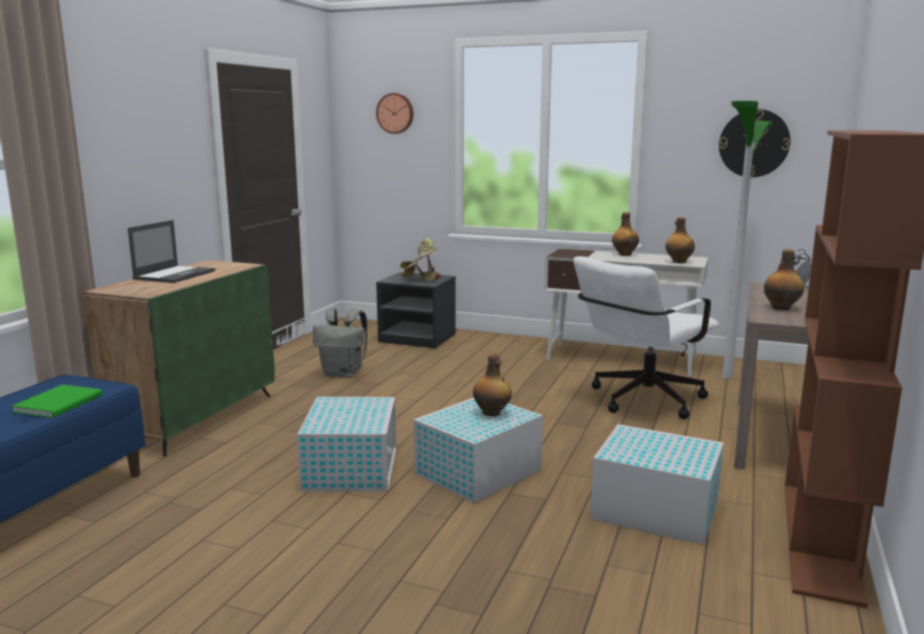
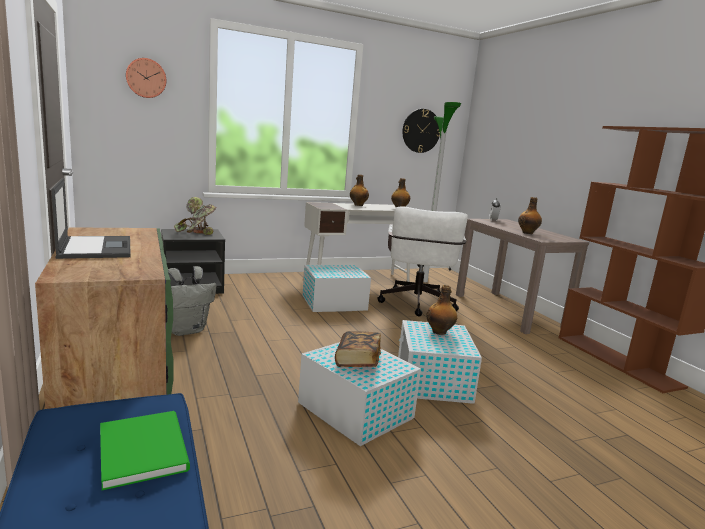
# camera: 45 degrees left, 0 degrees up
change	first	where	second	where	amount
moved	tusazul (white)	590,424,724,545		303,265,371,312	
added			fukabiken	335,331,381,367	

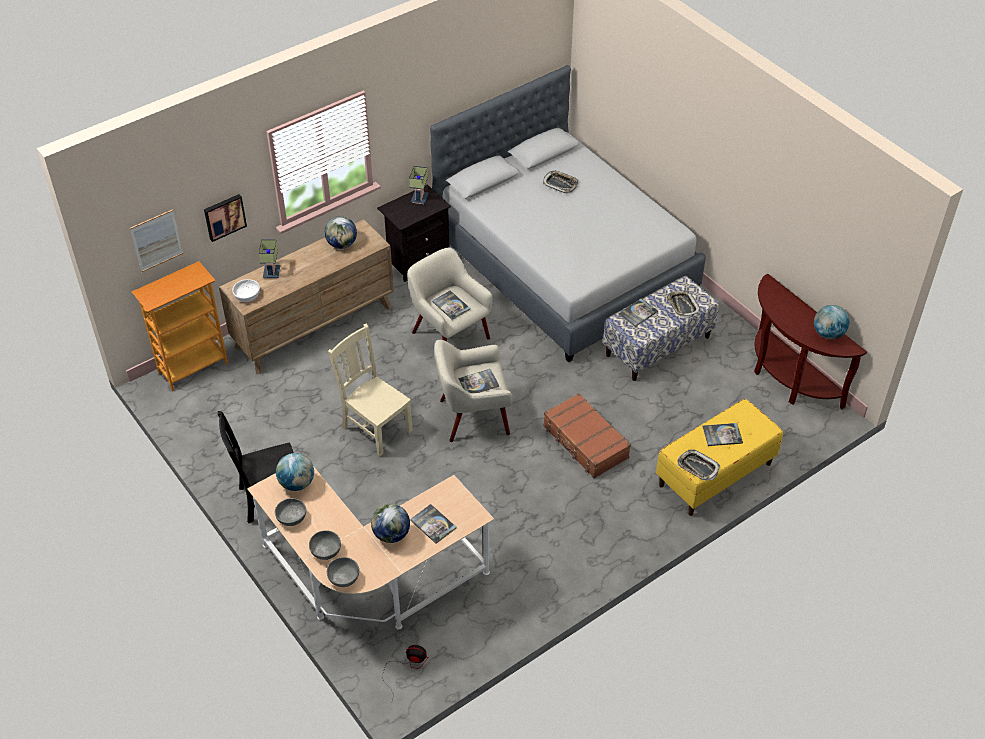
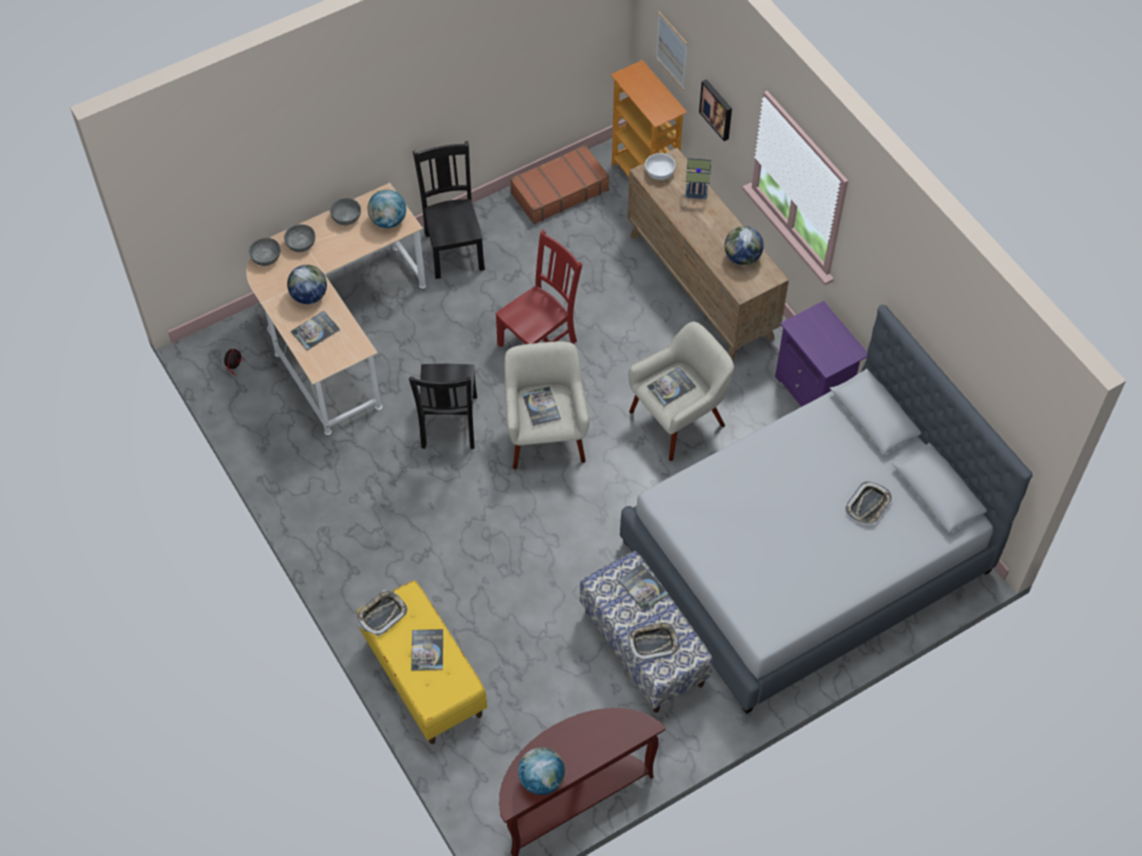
# camera: 95 degrees right, 10 degrees up
change	first	where	second	where	amount
recoloured	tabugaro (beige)	328,323,413,456	tabugaro (red)	495,230,582,347	
recoloured	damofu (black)	377,184,451,282	damofu (purple)	775,301,867,407	
removed	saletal	409,166,429,204			
moved	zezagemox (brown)	543,393,631,478		510,145,609,224	
added			tabugaro (black)	409,364,477,449	

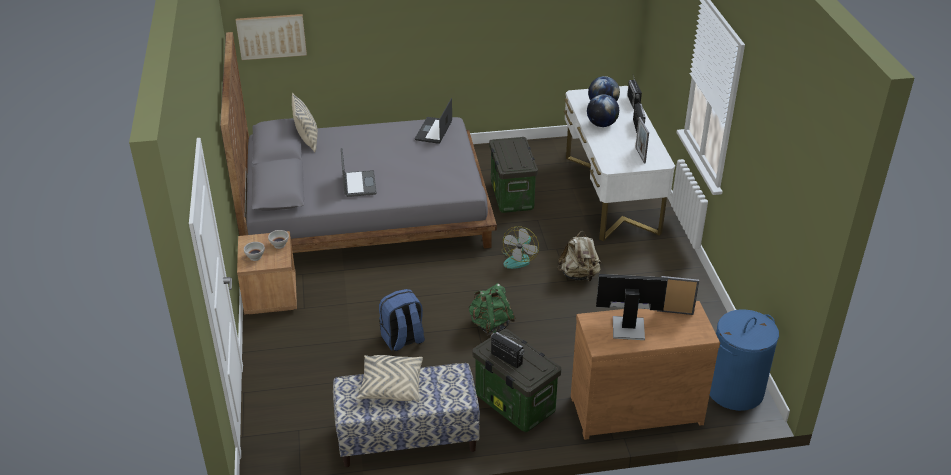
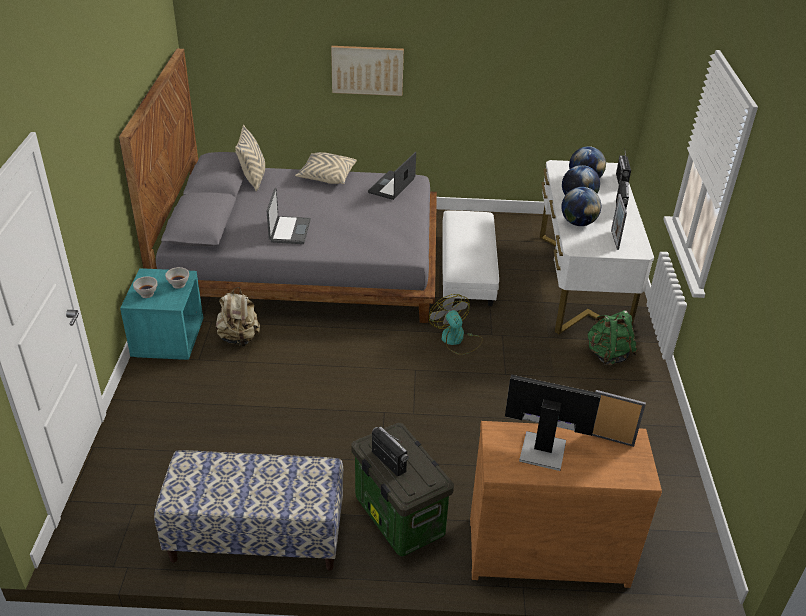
# camera: 10 degrees right, 0 degrees up
change	first	where	second	where	amount
moved	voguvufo	236,14,307,60		331,46,404,96	
recoloured	damofu (brown)	237,231,297,315	damofu (turquoise)	120,268,203,360	
moved	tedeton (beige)	356,355,423,402		295,152,357,184	
removed	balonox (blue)	379,289,425,351			
moved	balonox (green)	469,283,515,336		587,310,637,366	
replaced	tusazul	489,137,538,213	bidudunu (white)	443,211,499,306	
turned	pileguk	501,226,539,269		429,294,483,355	120 degrees clockwise
moved	balonox (beige)	557,231,601,282		216,287,260,347	
removed	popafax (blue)	710,309,779,411			
added			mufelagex	561,187,601,226	

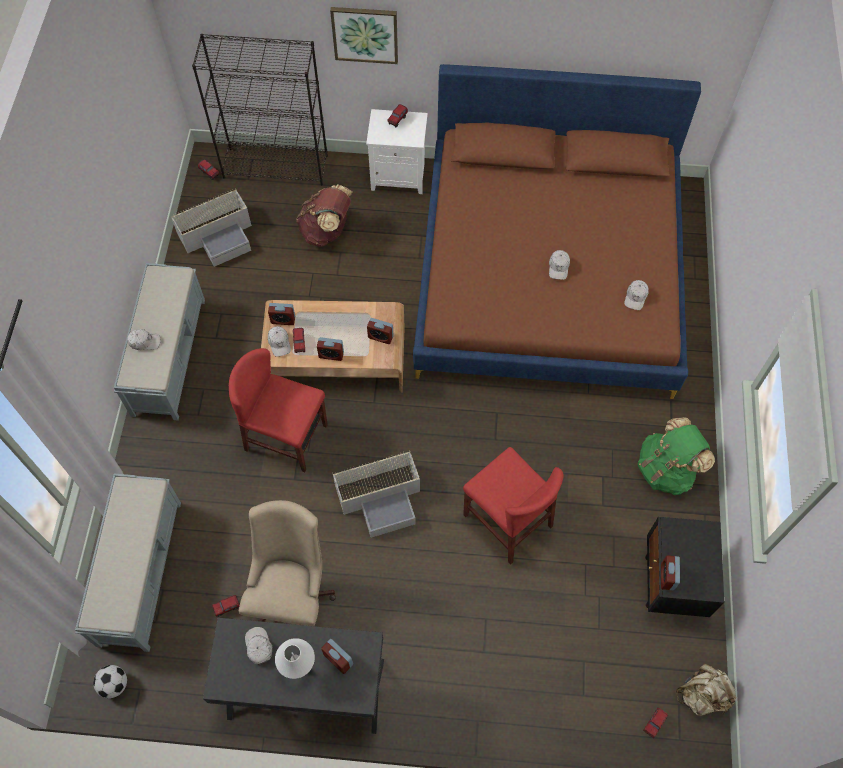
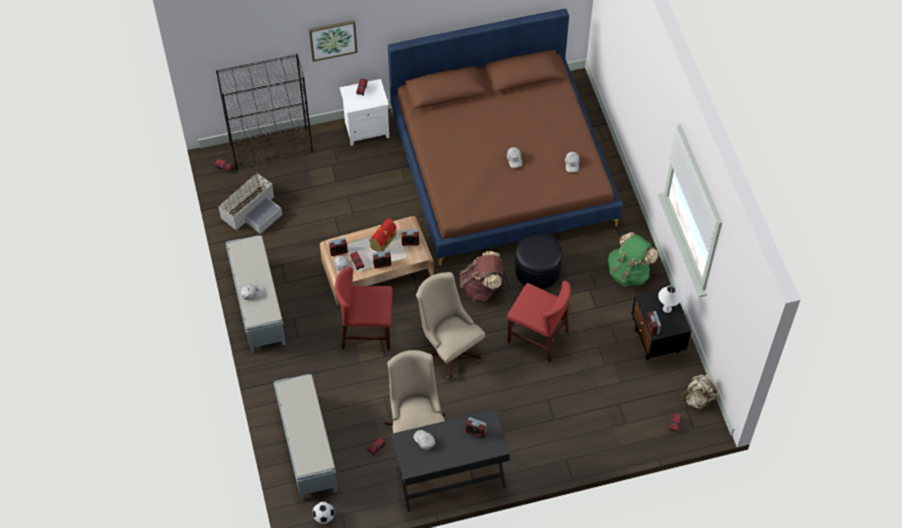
# camera: 20 degrees left, 5 degrees down
change	first	where	second	where	amount
moved	saletal (white)	275,638,315,679		658,285,682,313	
moved	balonox (brown)	296,184,353,247		460,251,503,302	
replaced	tusazul (grey)	333,450,420,538	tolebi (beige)	416,272,485,380	
added			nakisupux	369,219,397,252	
added			bidudunu (black)	515,233,562,289	

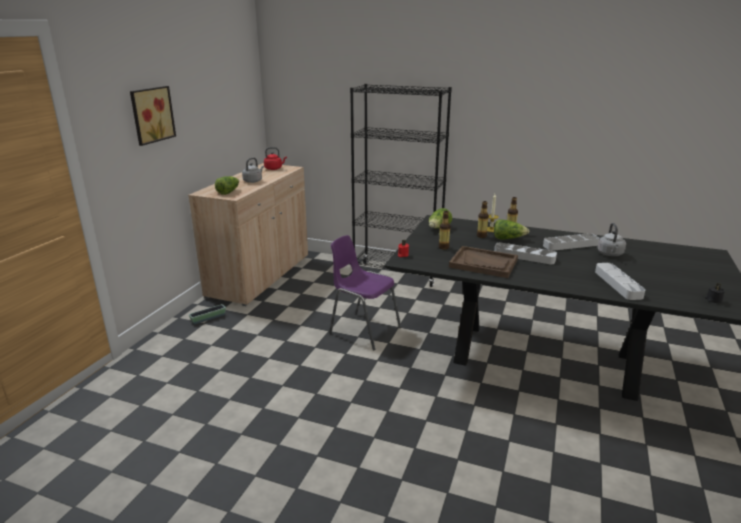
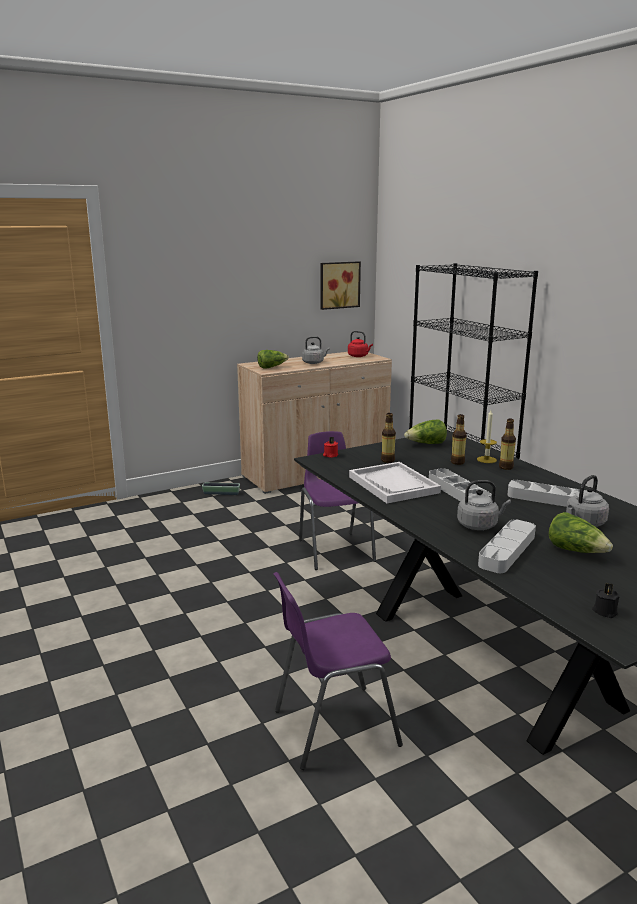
# camera: 40 degrees right, 5 degrees down
change	first	where	second	where	amount
moved	voguvufo	130,86,176,146		320,261,361,310	
recoloured	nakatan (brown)	449,246,518,278	nakatan (white)	349,462,441,503	
moved	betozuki	494,219,530,239		549,512,613,553	
added			tabugaro (purple)	273,572,403,770	
added			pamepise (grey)	457,480,511,530	

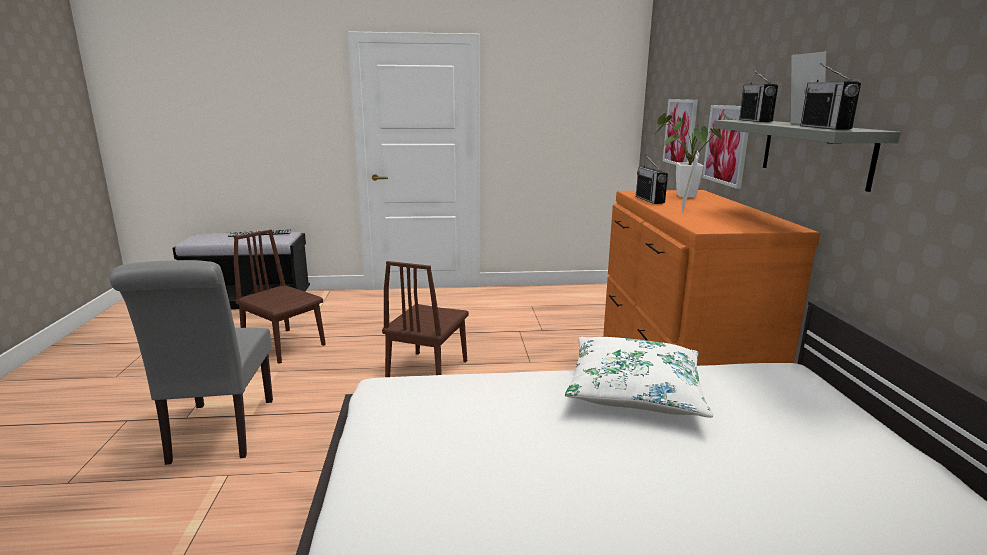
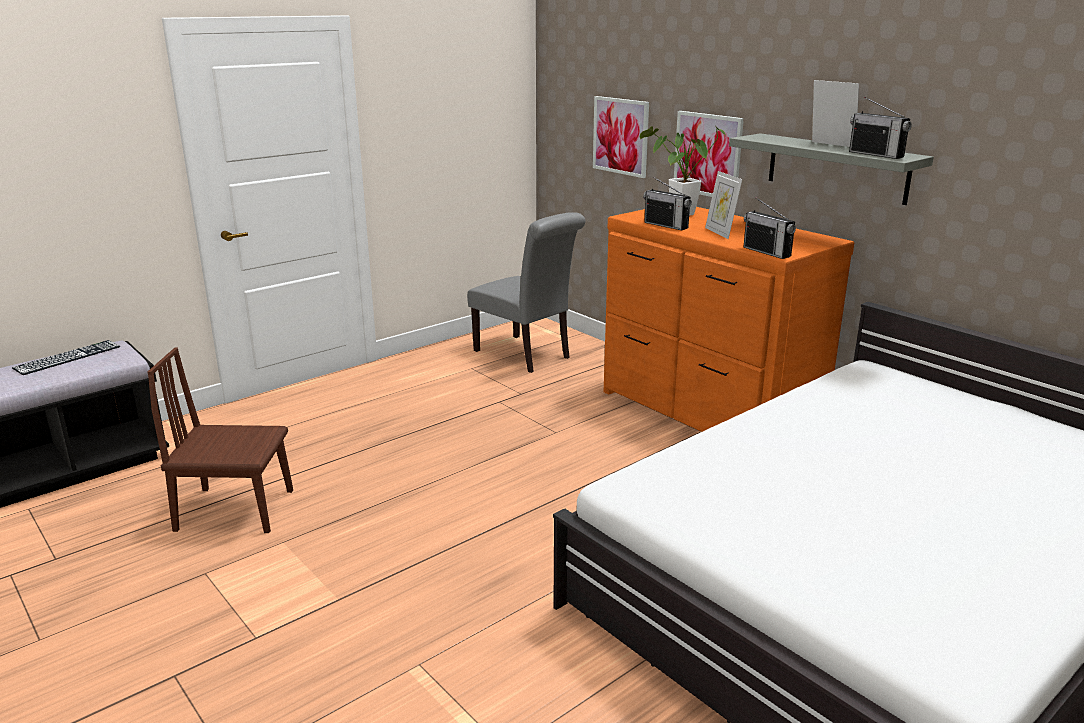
# camera: 35 degrees left, 5 degrees up
change	first	where	second	where	amount
moved	tabugaro (grey)	109,260,273,465		467,212,585,373	
removed	tabugaro (brown)	382,261,469,377			
removed	tedeton (white)	565,337,713,418			
moved	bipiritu	739,69,778,122		744,197,796,259	

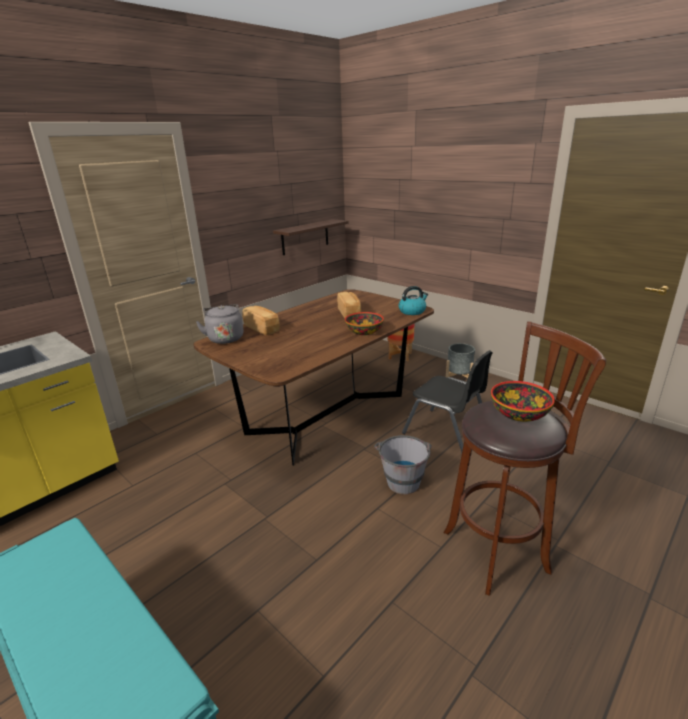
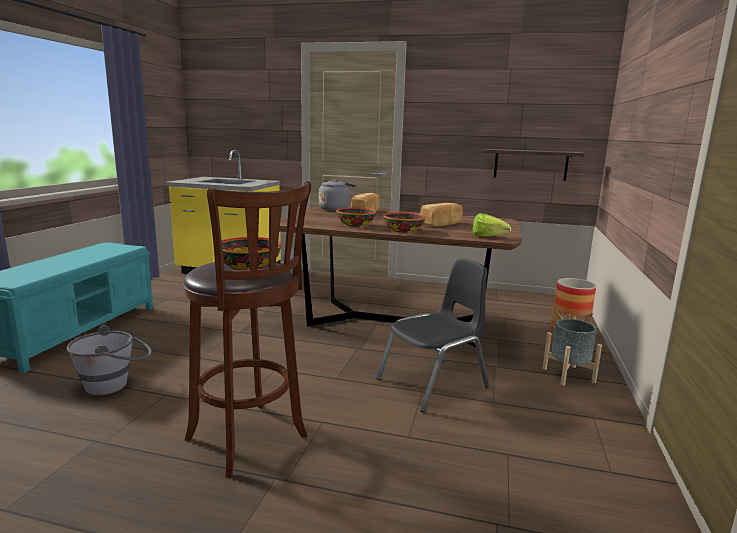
# camera: 60 degrees right, 10 degrees down
change	first	where	second	where	amount
moved	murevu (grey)	374,435,432,494		67,325,152,395	
replaced	pamepise	398,286,428,315	betozuki	472,213,511,237	
turned	tabugaro (black)	402,350,493,453		376,258,489,412	135 degrees counterclockwise
added			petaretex	336,207,376,227	

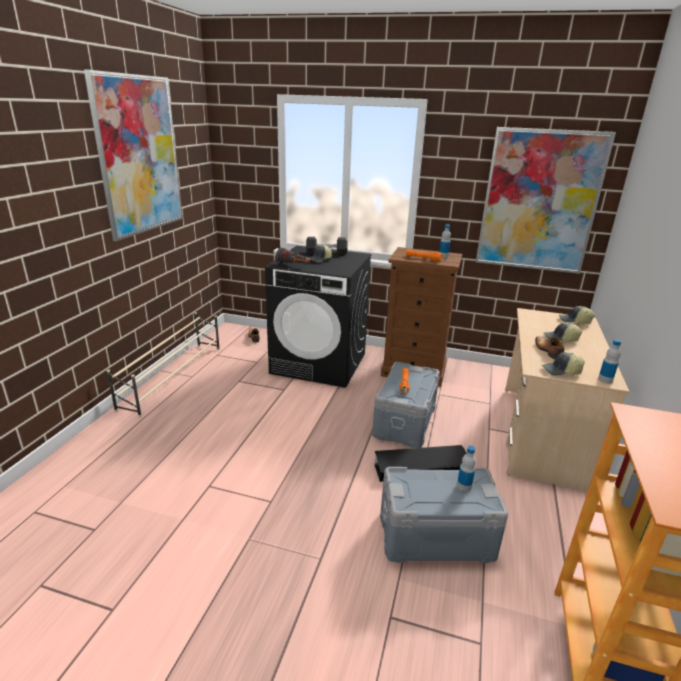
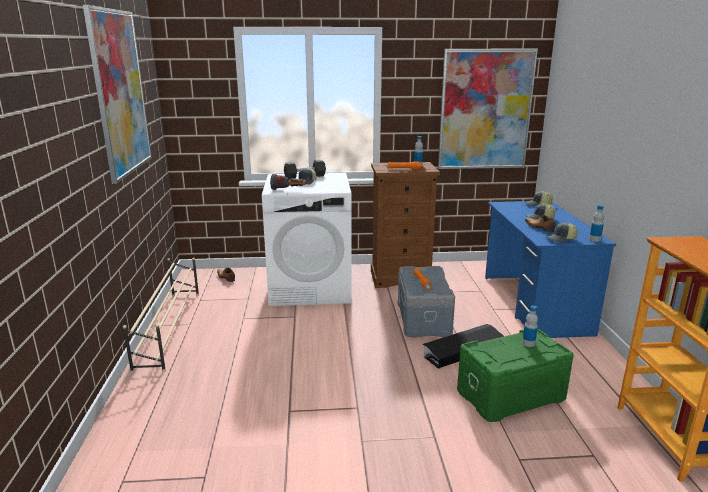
# camera: 20 degrees left, 5 degrees down
change	first	where	second	where	amount
recoloured	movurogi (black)	265,246,372,388	movurogi (white)	262,173,352,306	
recoloured	tusazul (grey)	380,467,508,563	tusazul (green)	457,328,574,422	
recoloured	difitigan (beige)	505,308,630,491	difitigan (blue)	485,201,616,338	

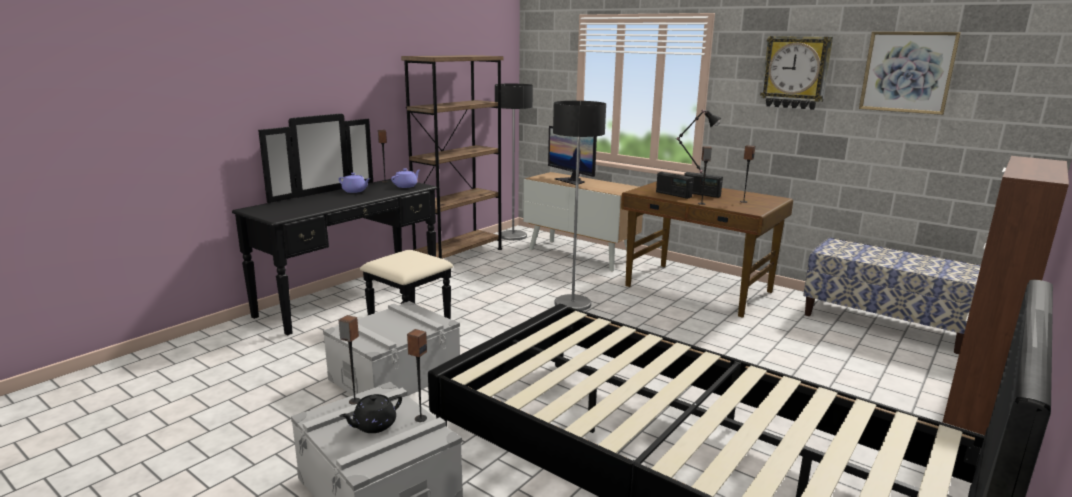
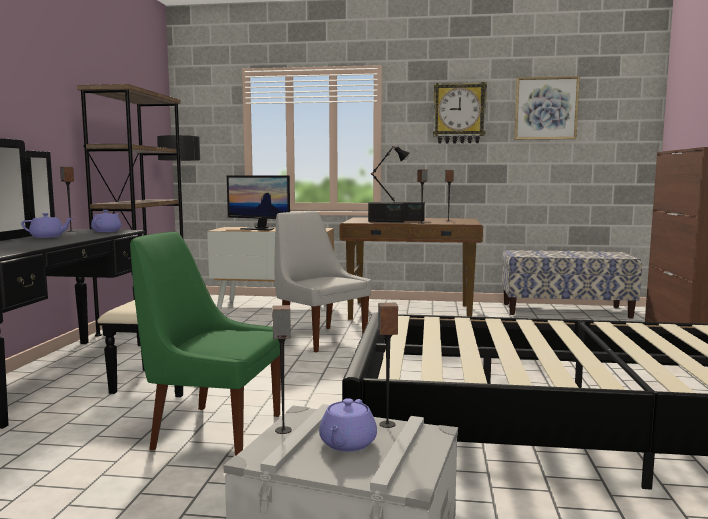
# camera: 30 degrees left, 10 degrees down
change	first	where	second	where	amount
replaced	tusazul (grey)	323,301,460,396	tabugaro (green)	130,231,281,456	
recoloured	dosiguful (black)	340,394,402,433	dosiguful (purple)	319,398,377,452	
replaced	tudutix	553,101,606,311	tabugaro (white)	274,211,372,353	

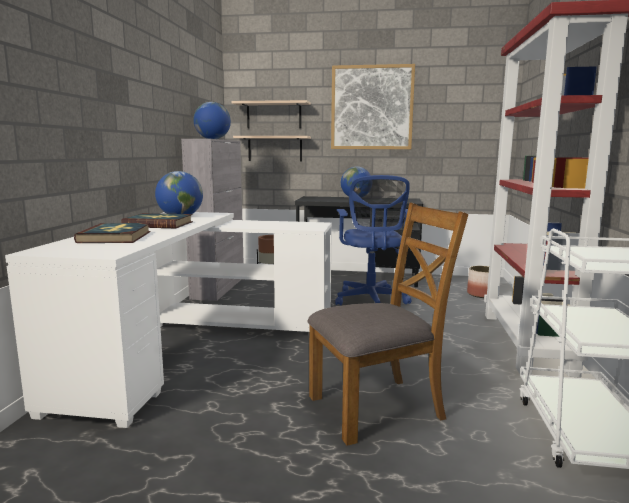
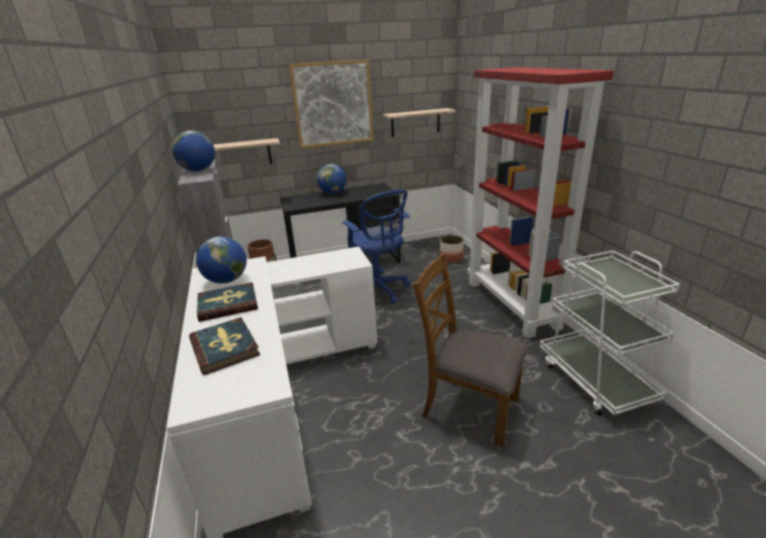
# camera: 25 degrees left, 15 degrees up
change	first	where	second	where	amount
moved	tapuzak	232,100,311,128		383,108,456,137	
turned	tabugaro (brown)	308,202,469,446		413,253,527,447	105 degrees counterclockwise

